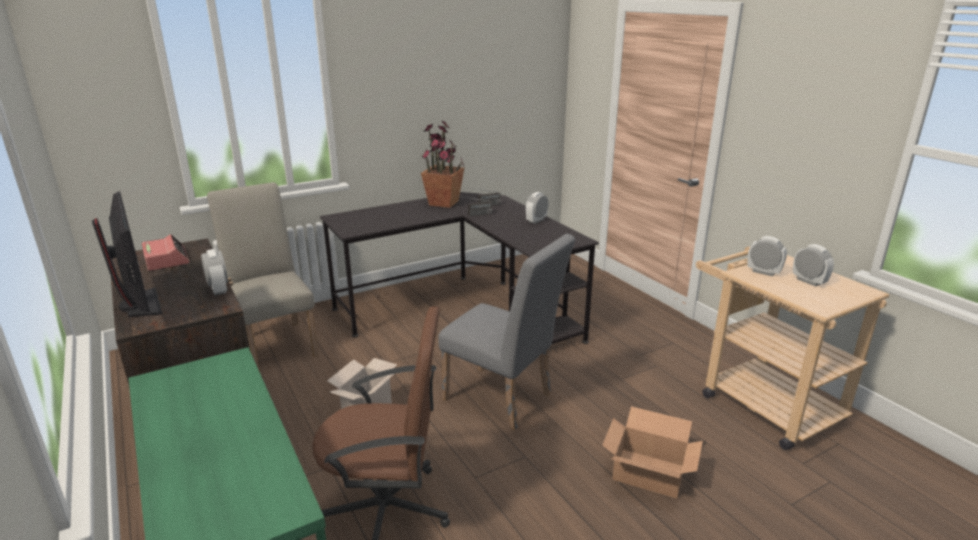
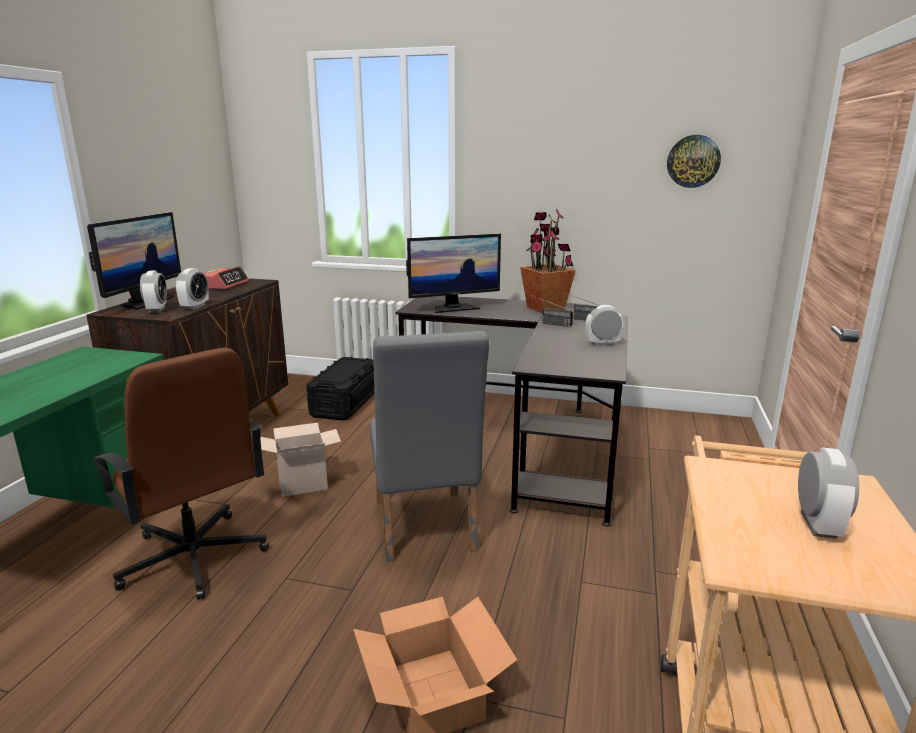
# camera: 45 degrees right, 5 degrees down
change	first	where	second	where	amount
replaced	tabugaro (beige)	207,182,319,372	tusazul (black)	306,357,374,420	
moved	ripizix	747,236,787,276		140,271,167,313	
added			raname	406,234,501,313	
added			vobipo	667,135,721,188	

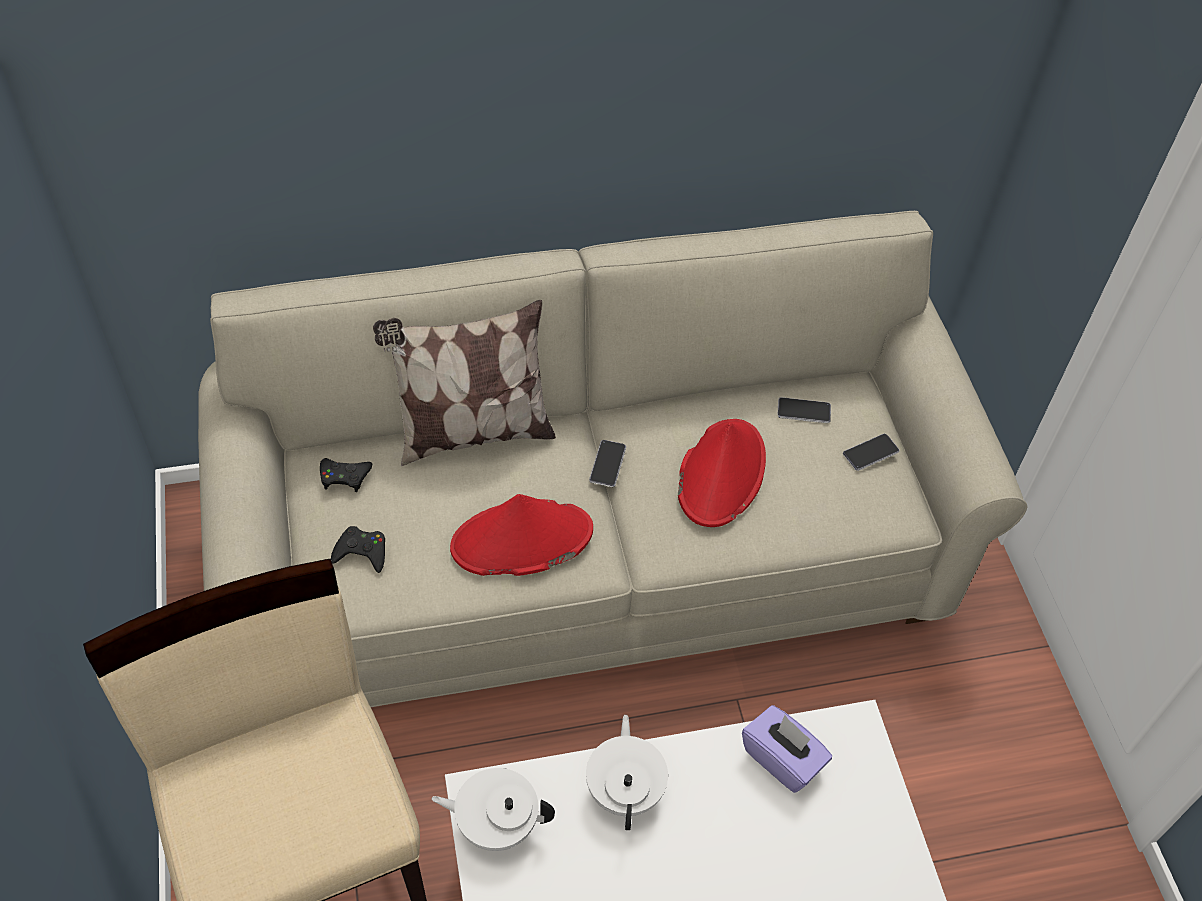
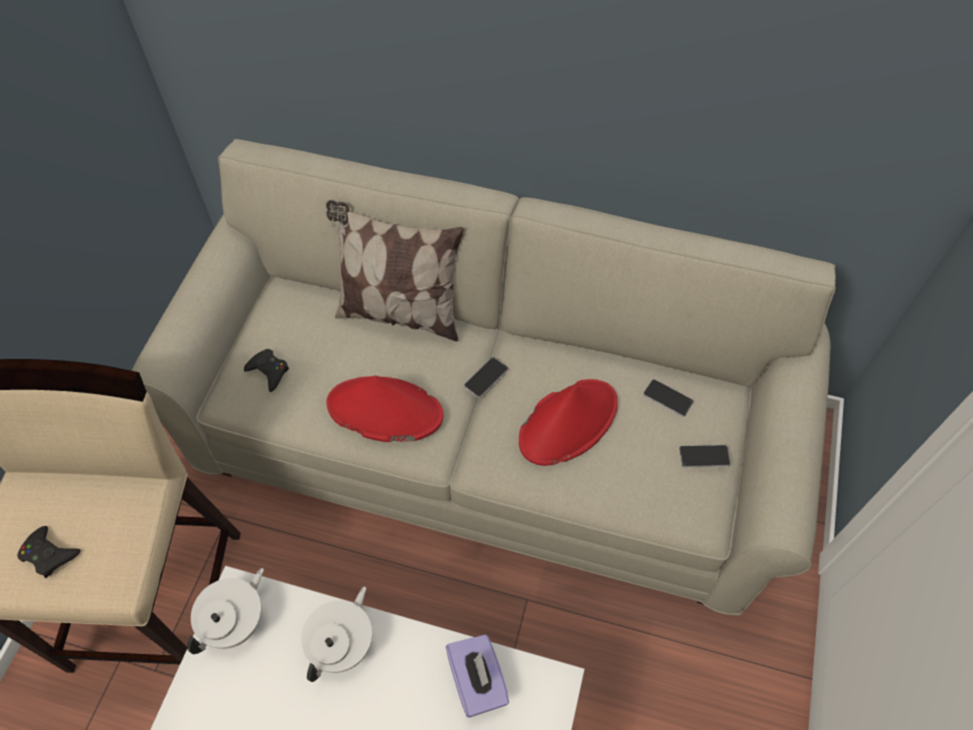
# camera: 30 degrees right, 5 degrees up
change	first	where	second	where	amount
moved	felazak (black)	320,458,372,492		17,526,81,578	
turned	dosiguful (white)	431,768,555,851		187,568,264,654	90 degrees clockwise

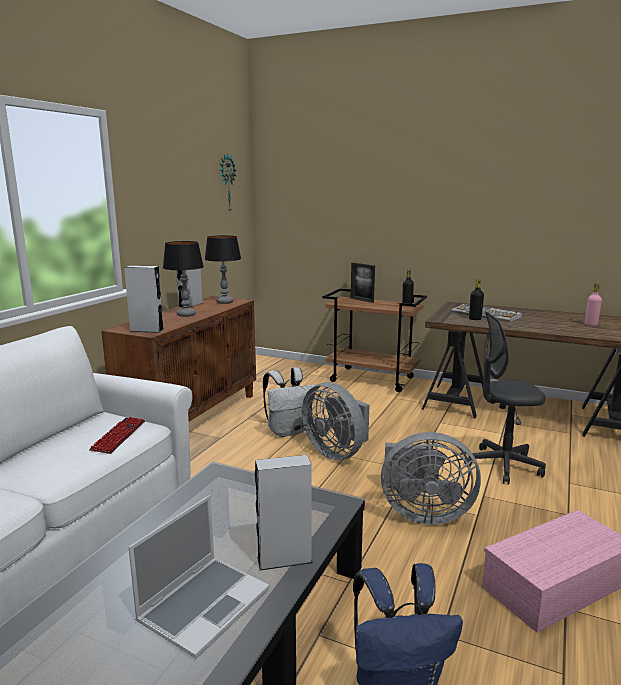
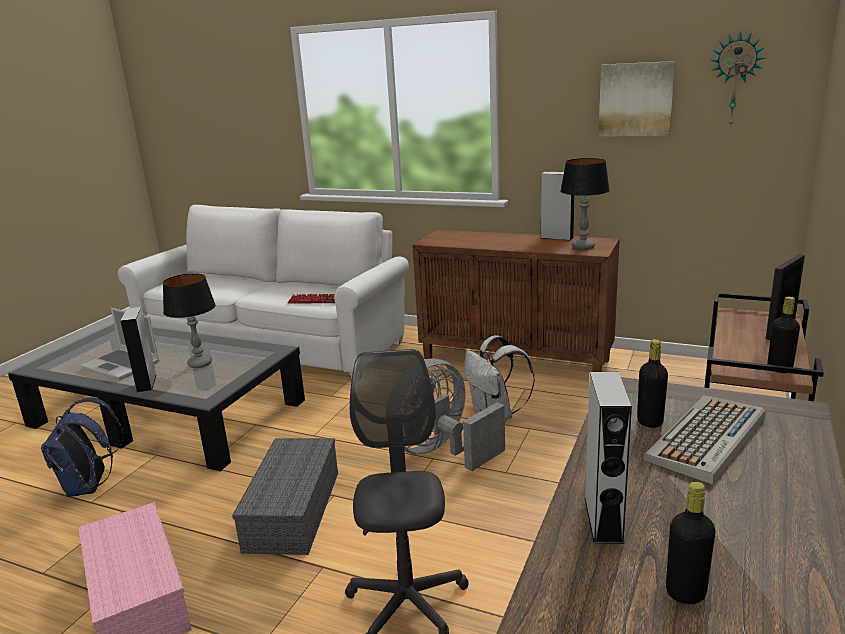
# camera: 90 degrees right, 5 degrees up
change	first	where	second	where	amount
moved	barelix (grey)	124,266,164,333		585,372,632,544	
moved	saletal	163,241,204,317		163,273,216,368	
replaced	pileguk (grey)	381,432,481,525	tusazul (grey)	232,438,338,555	
recoloured	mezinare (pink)	585,283,602,326	mezinare (black)	666,482,715,604	
added			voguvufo	598,61,675,137	

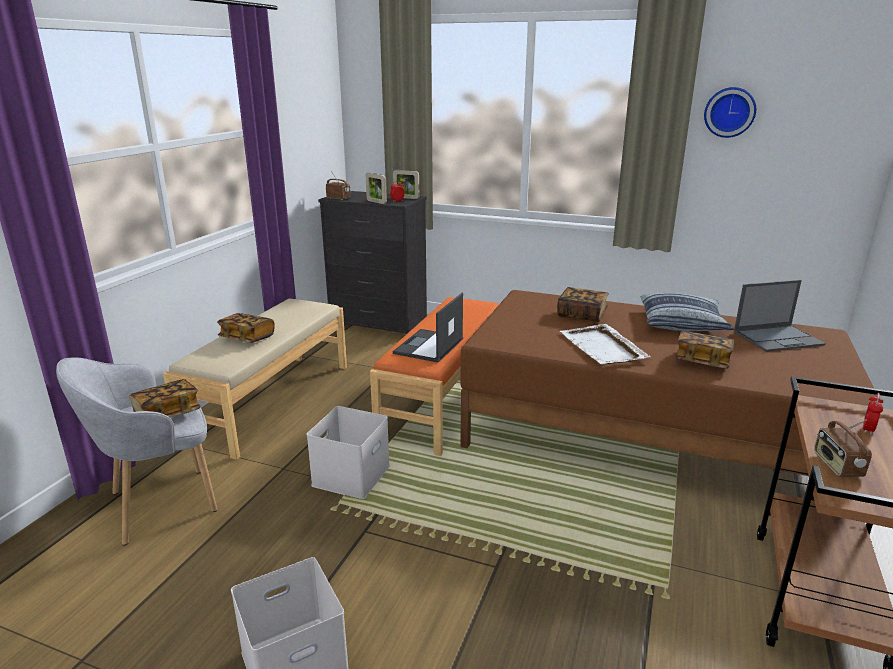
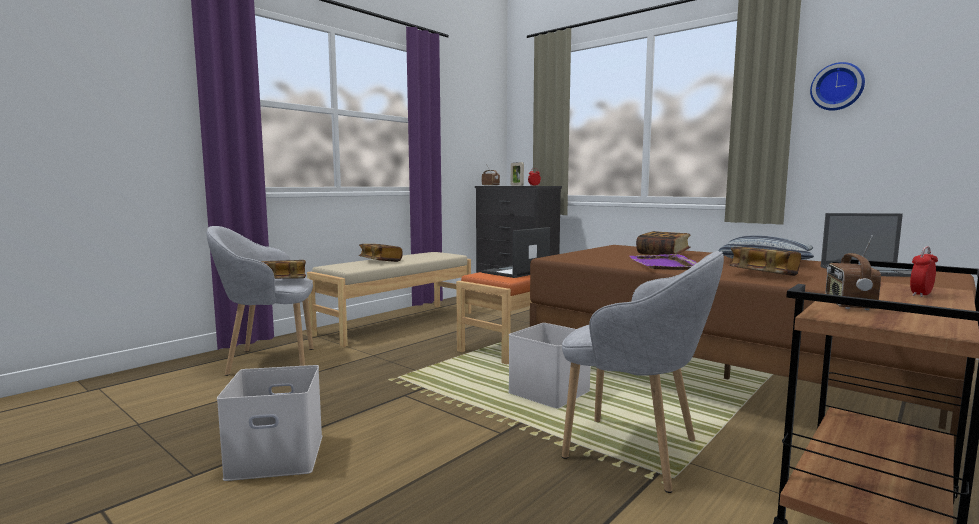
# camera: 20 degrees right, 15 degrees down
change	first	where	second	where	amount
moved	tusazul (white)	307,406,390,499		508,323,590,409	
removed	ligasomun	393,170,419,199			
recoloured	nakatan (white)	559,324,651,364	nakatan (purple)	629,254,696,270	
added			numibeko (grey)	562,251,724,493	

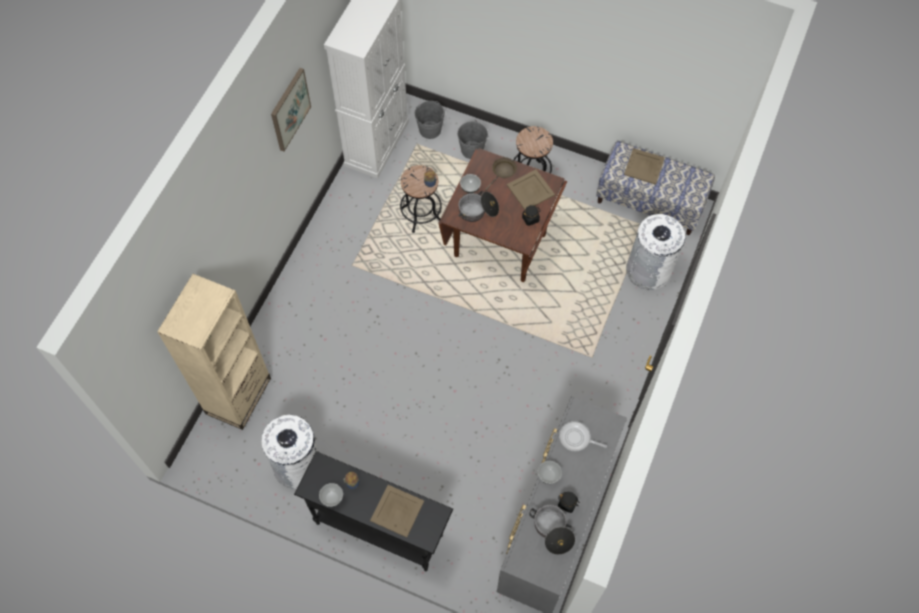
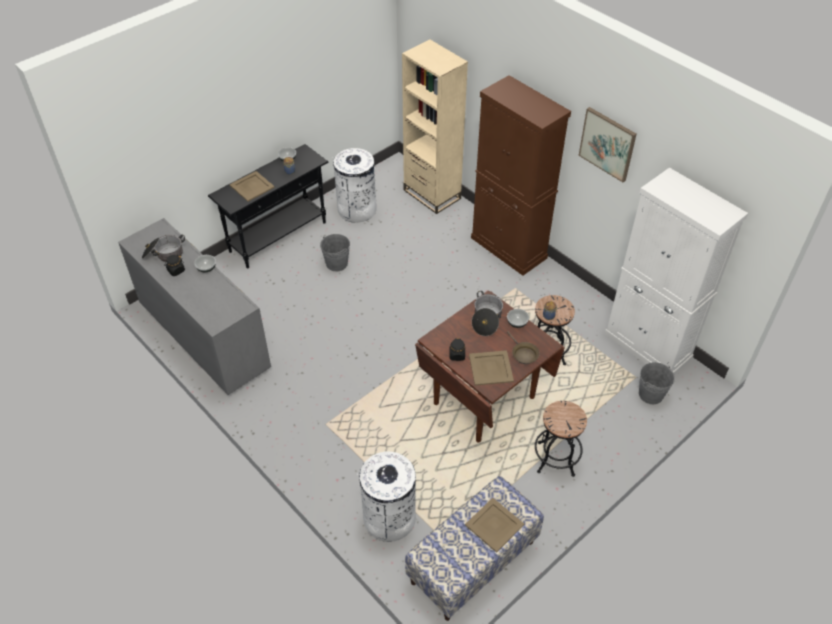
# camera: 115 degrees right, 15 degrees down
change	first	where	second	where	amount
moved	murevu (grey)	457,120,488,159		320,234,350,271	
removed	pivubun	559,421,607,451			
added			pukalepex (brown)	471,75,571,276	

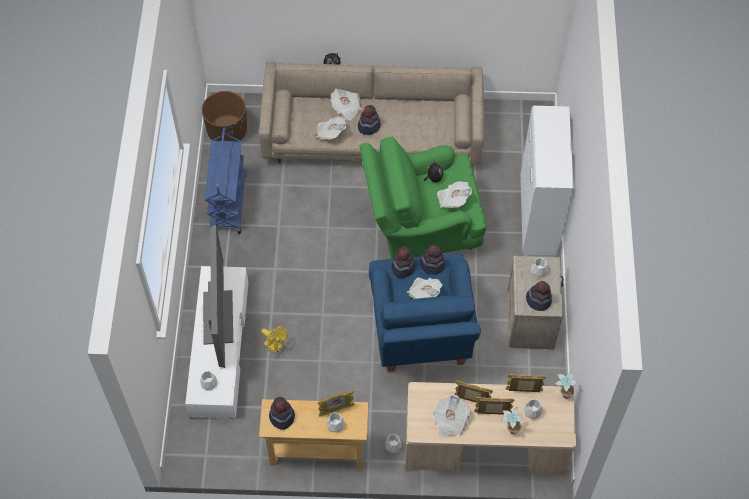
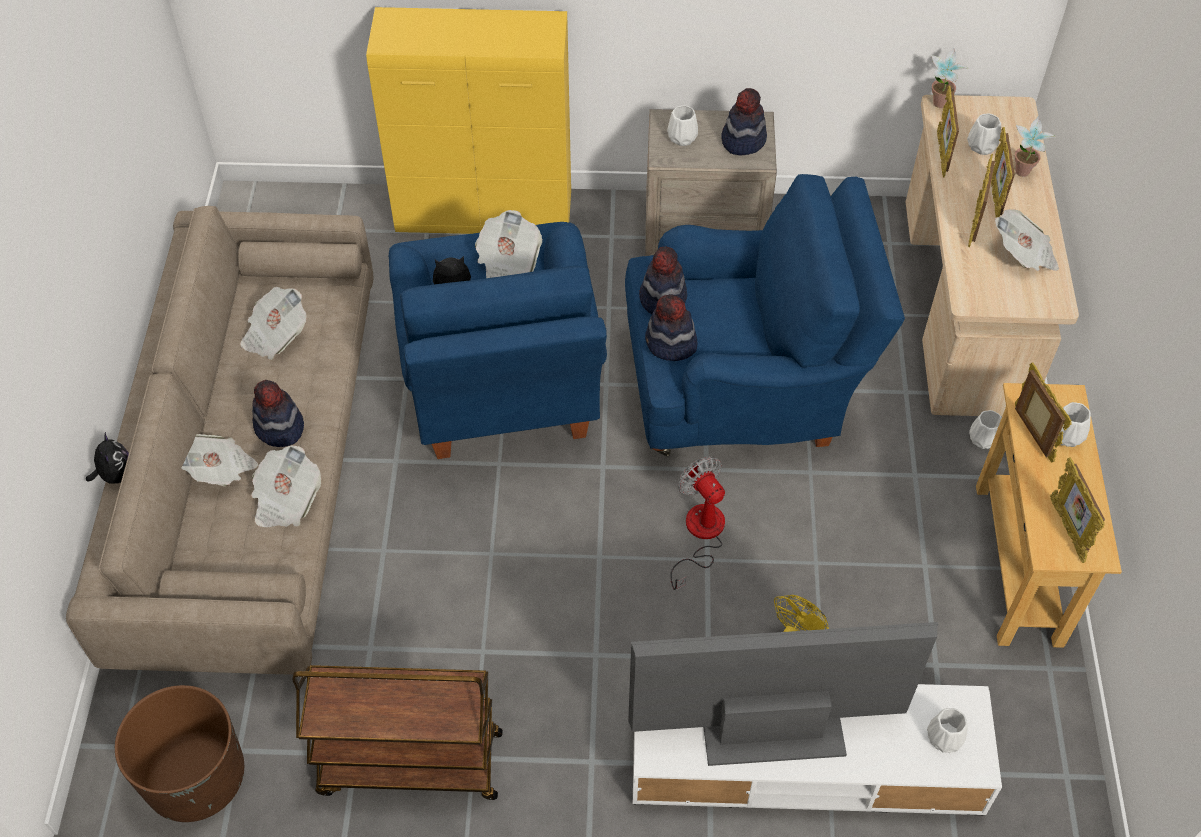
# camera: 90 degrees left, 5 degrees down
change	first	where	second	where	amount
recoloured	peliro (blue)	205,127,247,234	peliro (brown)	292,665,503,800	
replaced	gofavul	269,397,295,430	ligasomun	1050,457,1105,563	
recoloured	numibeko (green)	359,137,486,259	numibeko (blue)	389,222,607,459	
moved	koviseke	407,277,443,299		240,287,307,360	
recoloured	pukalepex (white)	520,106,574,256	pukalepex (yellow)	366,7,571,234	
added			pileguk	670,456,725,590	

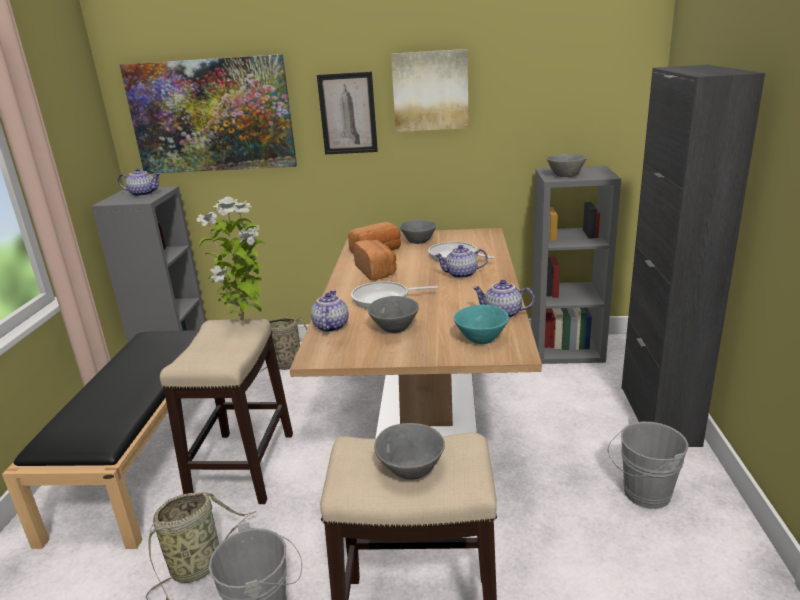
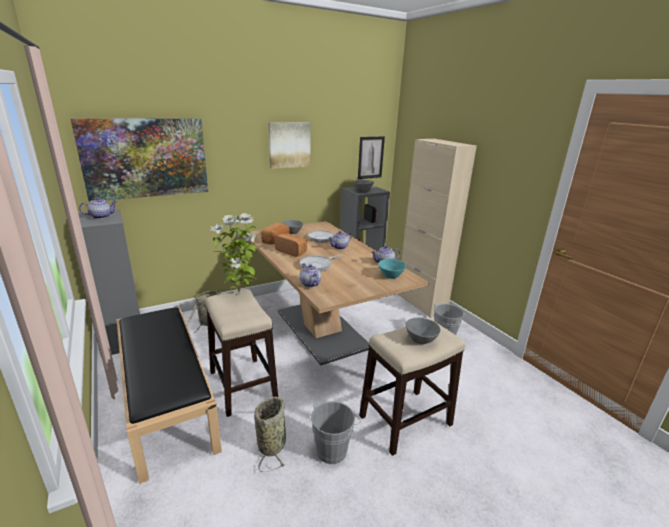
# camera: 35 degrees left, 0 degrees up
change	first	where	second	where	amount
moved	voguvufo	317,72,378,154		358,136,385,179	
removed	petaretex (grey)	367,296,419,333			
recoloured	pukalepex (black)	621,65,765,447	pukalepex (beige)	398,139,477,318	

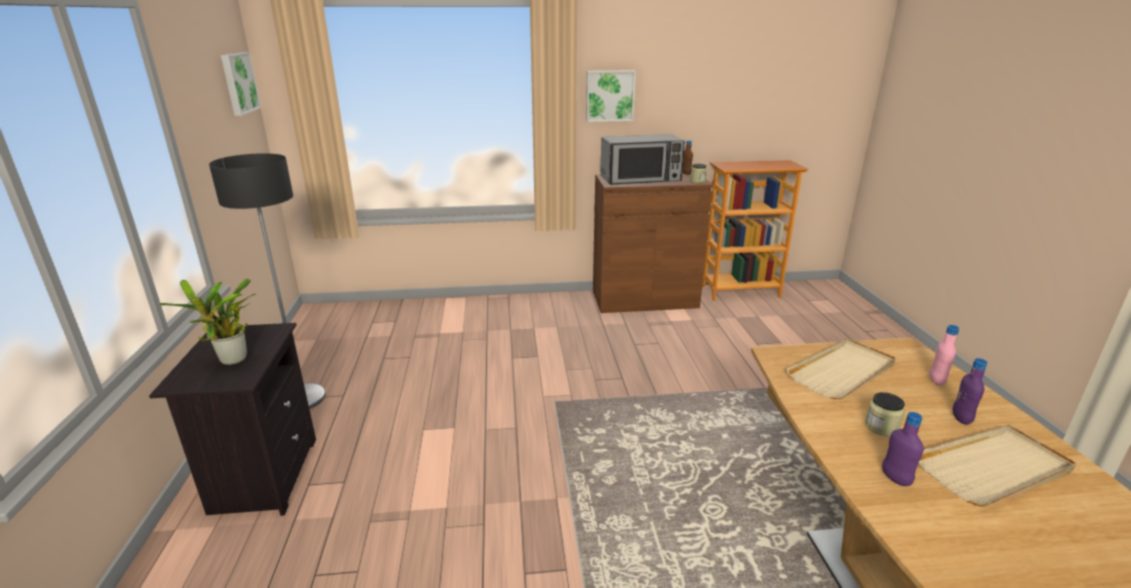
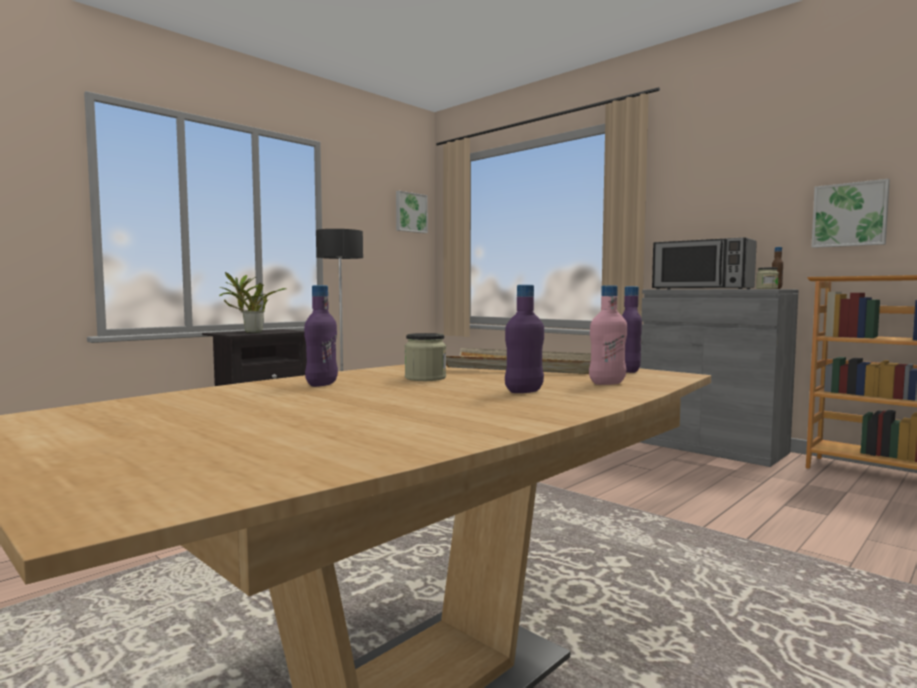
# camera: 50 degrees right, 20 degrees down
change	first	where	second	where	amount
moved	voguvufo	586,70,636,122		811,179,890,248	
recoloured	pukalepex (brown)	593,173,713,313	pukalepex (grey)	640,289,799,467	
removed	nakatan (beige)	918,425,1076,507			
added			mezinare (purple)	622,286,642,373	

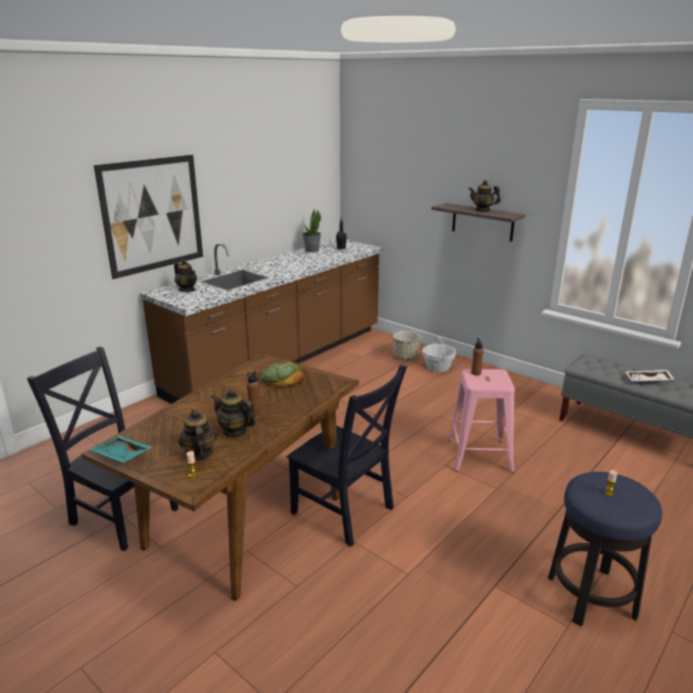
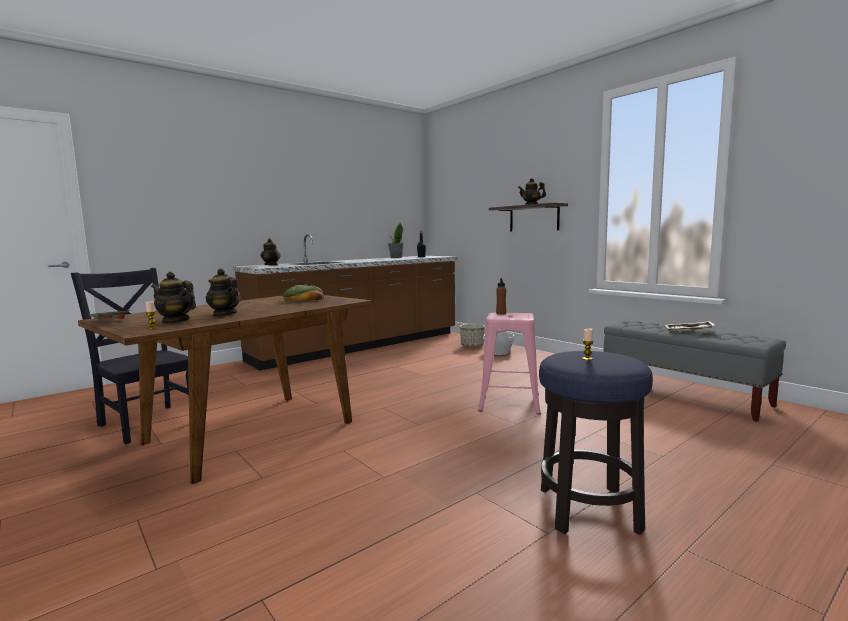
# camera: 10 degrees right, 15 degrees down
change	first	where	second	where	amount
removed	voguvufo	94,155,203,279			
turned	dosiguful	178,410,217,461		151,272,196,323	60 degrees counterclockwise
removed	mezinare (brown)	247,370,261,415			
removed	tabugaro (black)	287,365,407,547			

